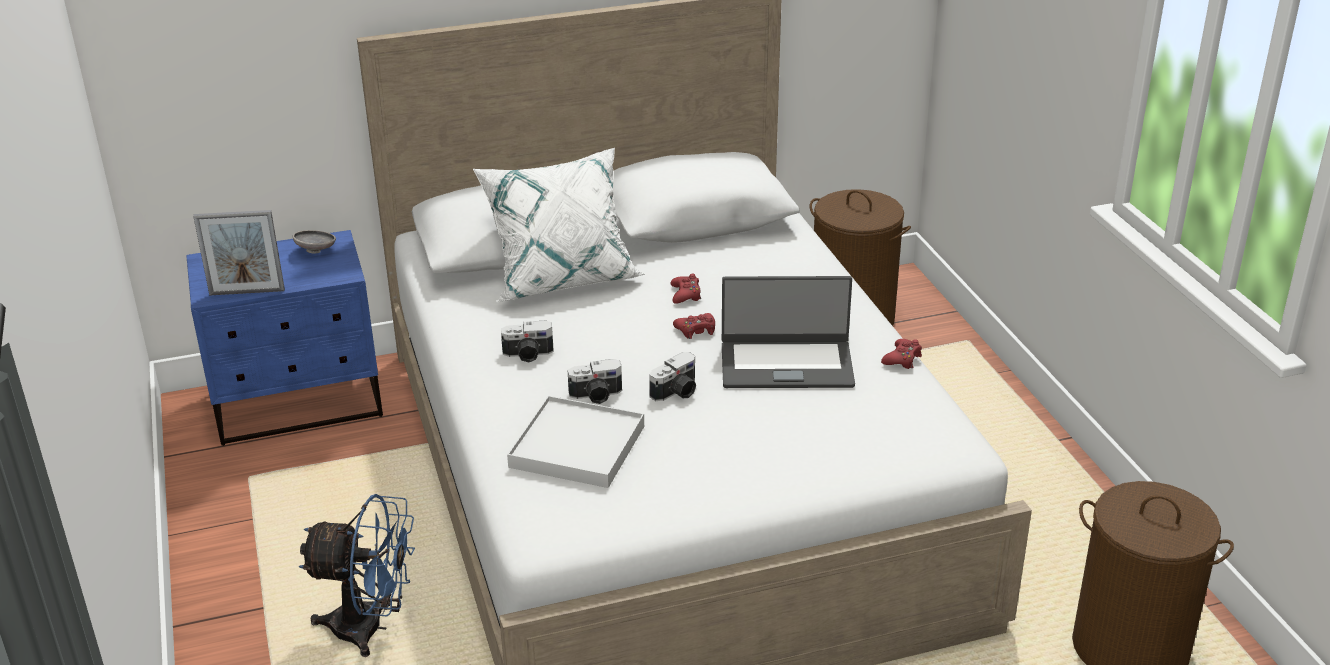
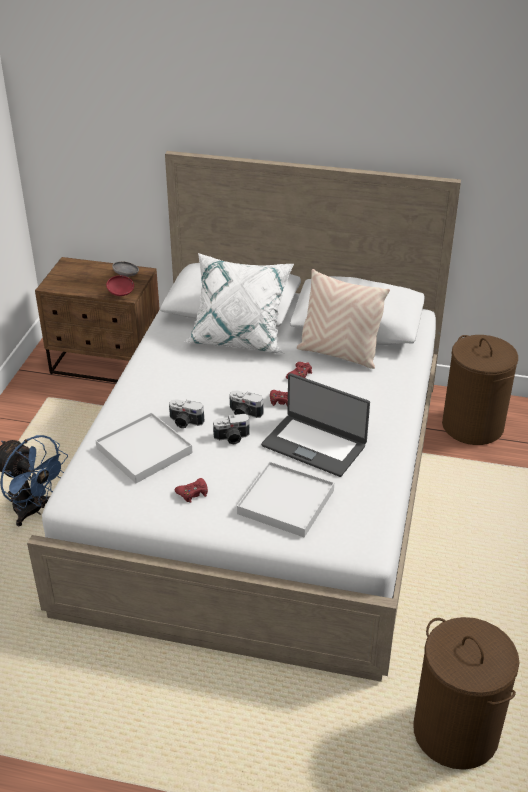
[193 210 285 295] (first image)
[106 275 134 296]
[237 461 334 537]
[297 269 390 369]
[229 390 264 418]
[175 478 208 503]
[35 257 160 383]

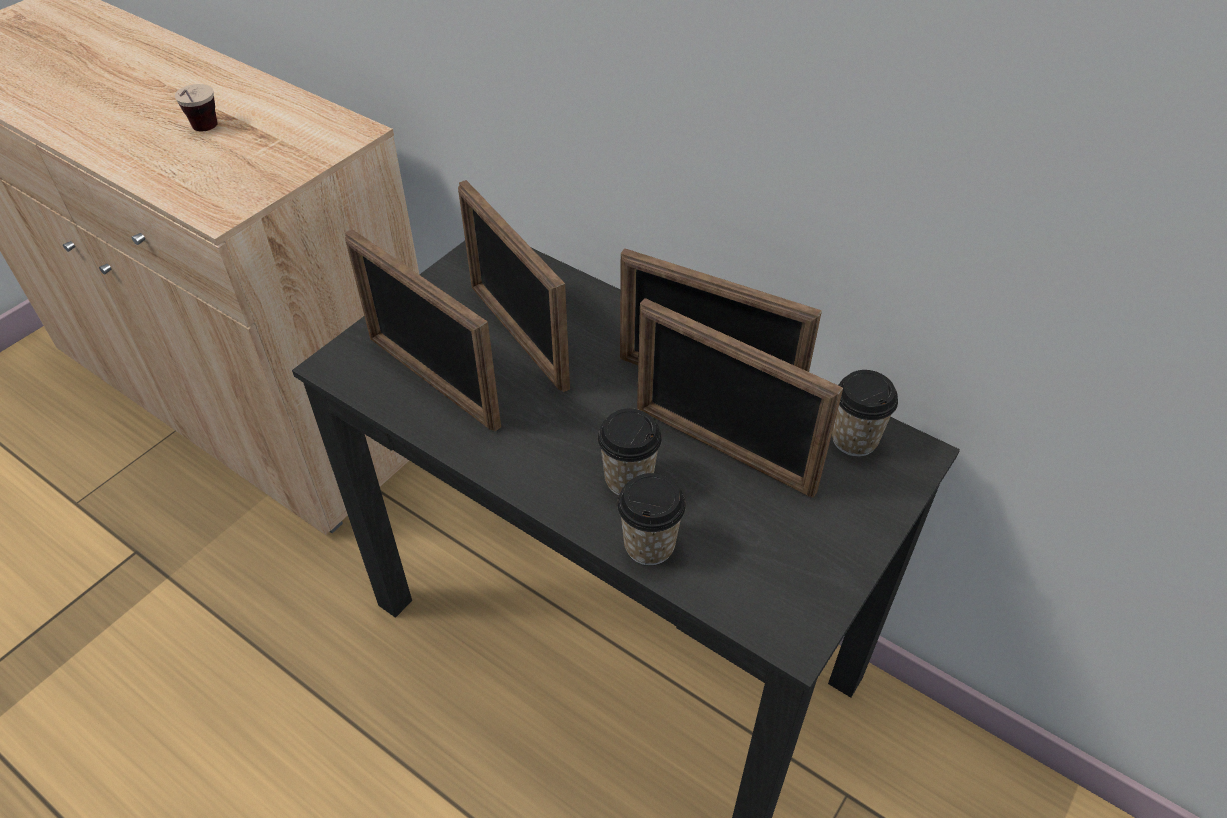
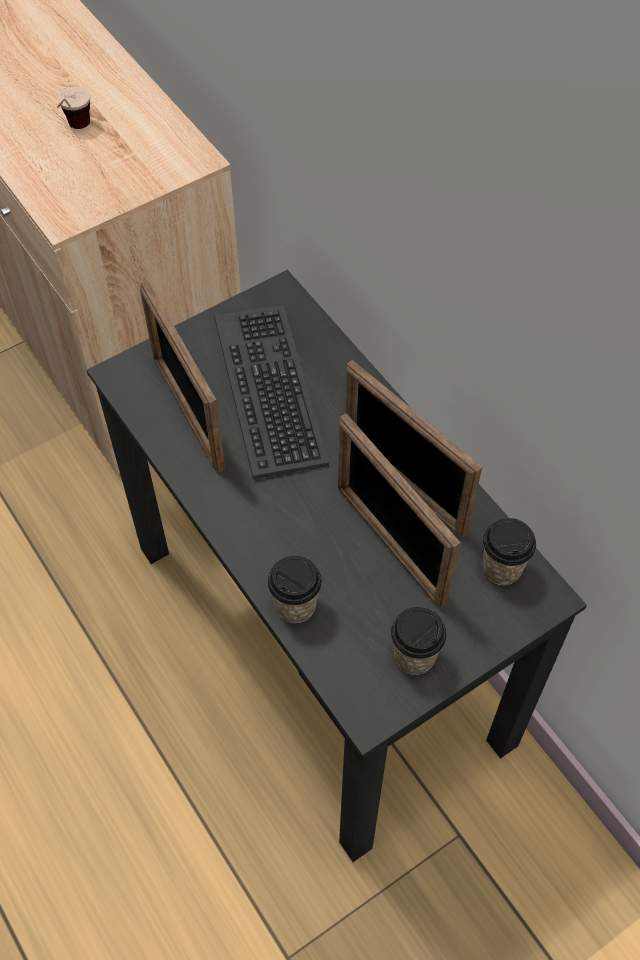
[391 607 447 675]
[214 305 329 479]

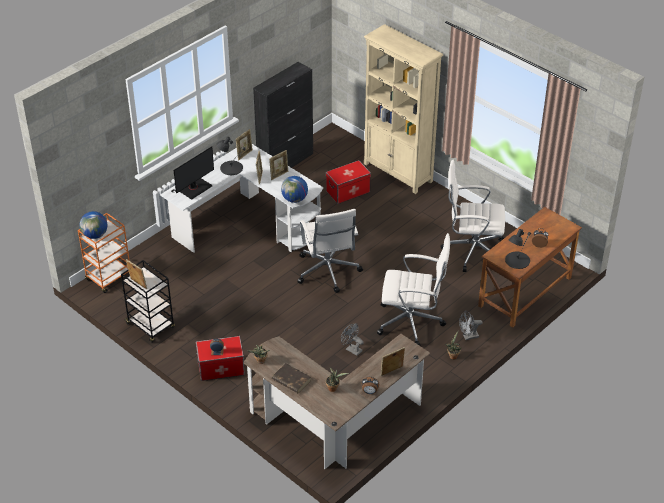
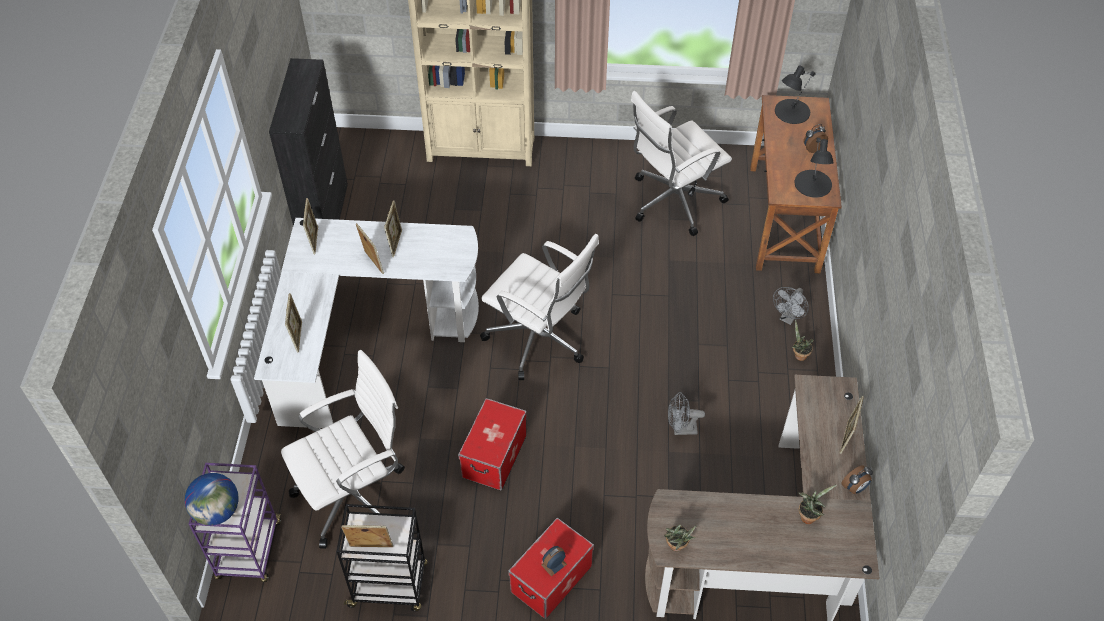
[272 363 311 393] (first image)
[281 176 308 203] (first image)
[775 65 816 124]
[458 398 527 491]
[281 350 405 549]
[285 293 302 352]
[189 463 281 582]

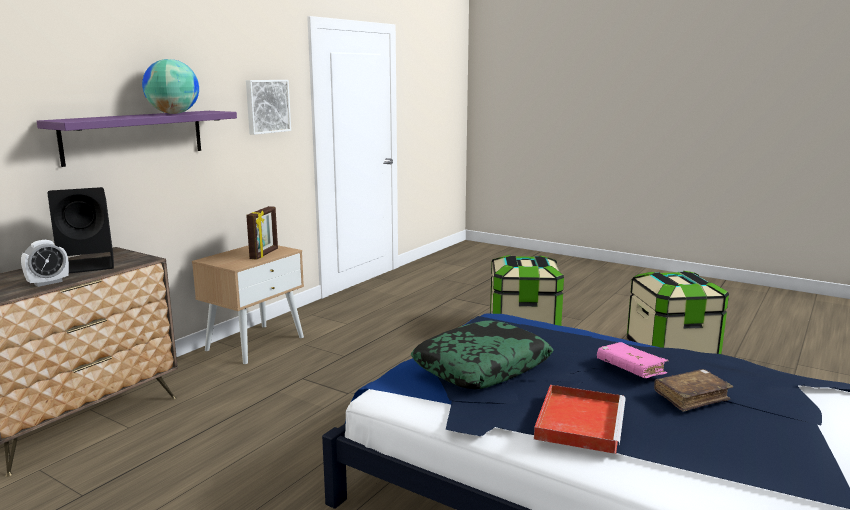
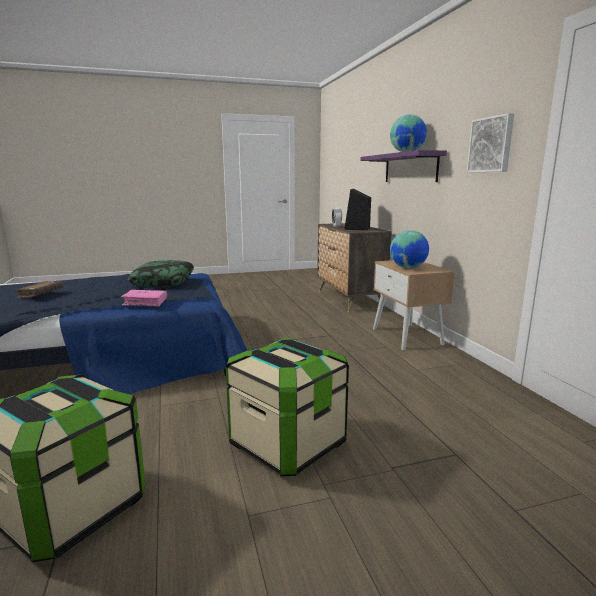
[534 385 625 454] (first image)
[121 290 167 307]
[390 230 429 269]

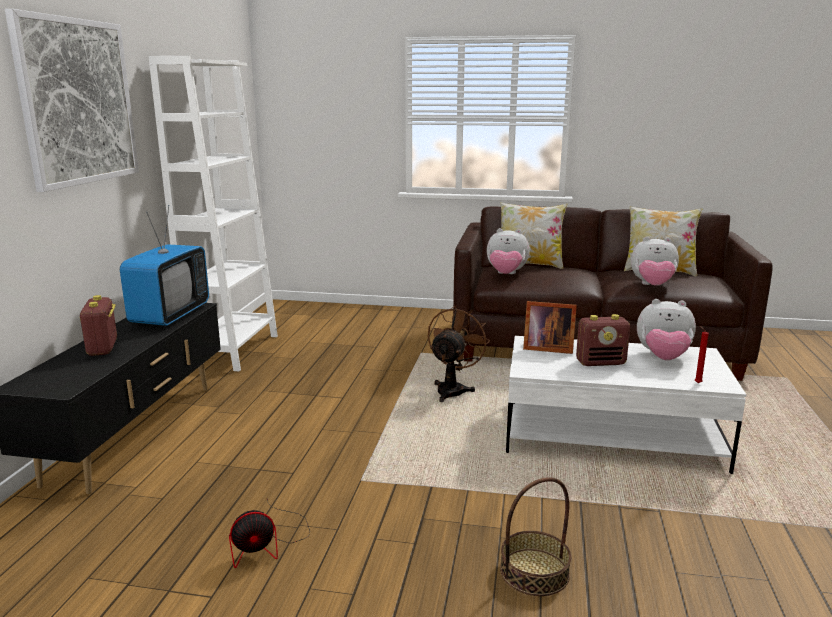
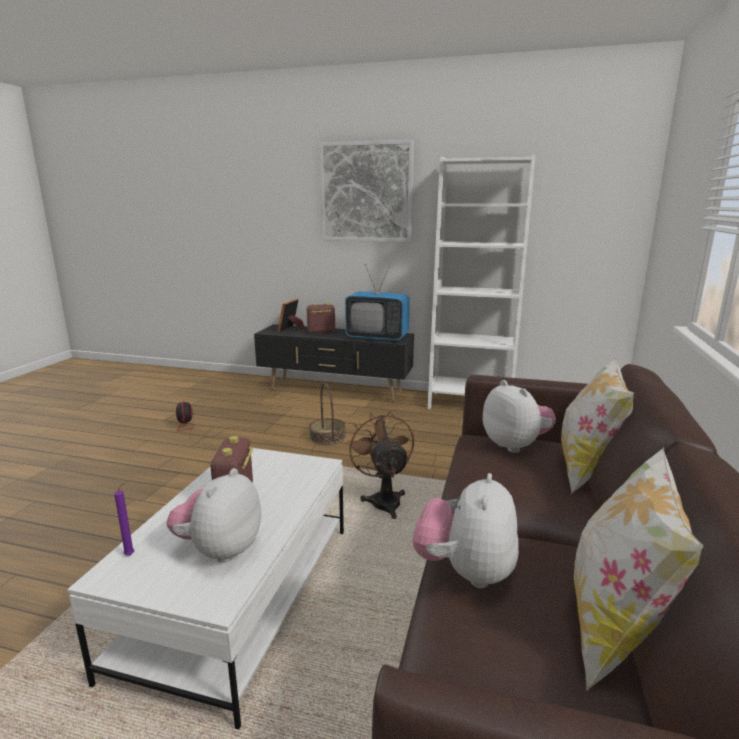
[309 383 346 445]
[278 299 305 332]
[114 482 134 556]
[347 411 414 519]
[483 380 556 453]

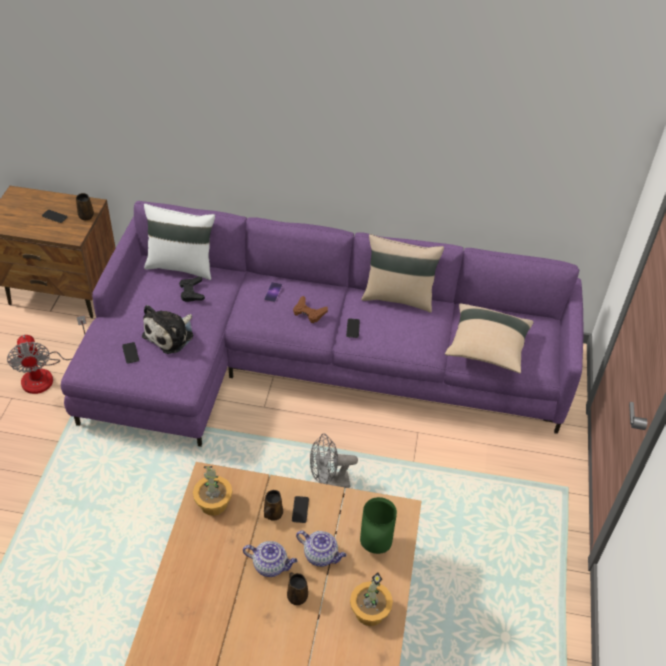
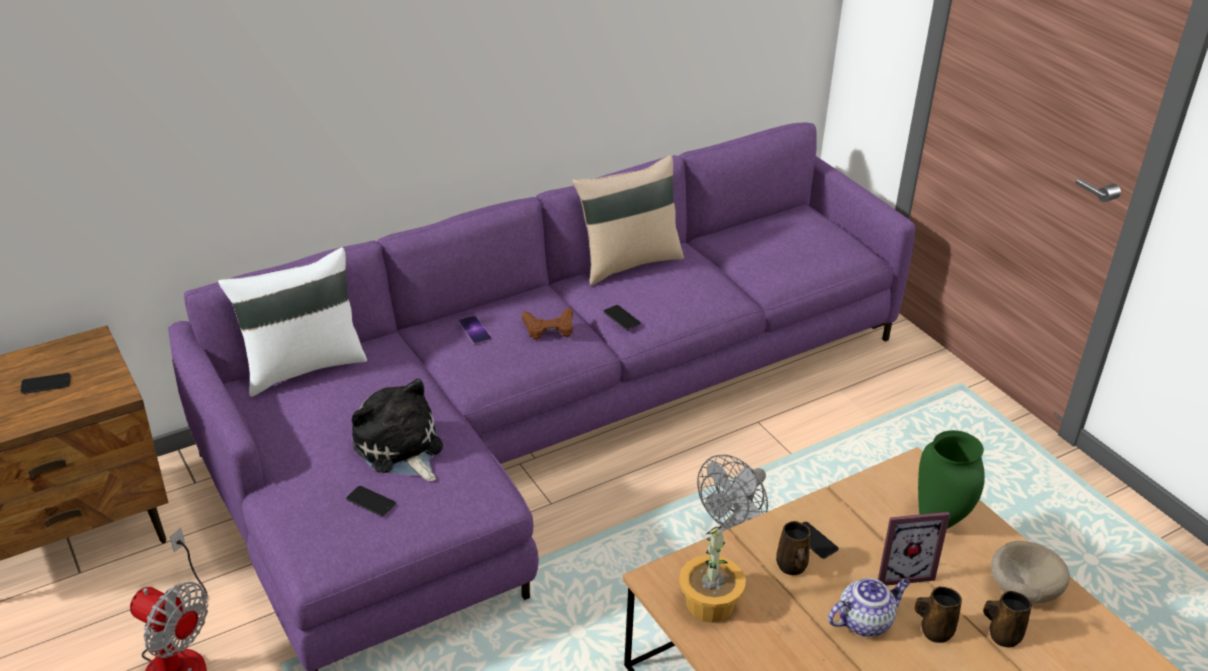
[179 277 205 302] (first image)
[445 303 534 373] (first image)
[983 591 1032 647]
[878 512 950 586]
[991 541 1070 603]
[352 379 443 481]

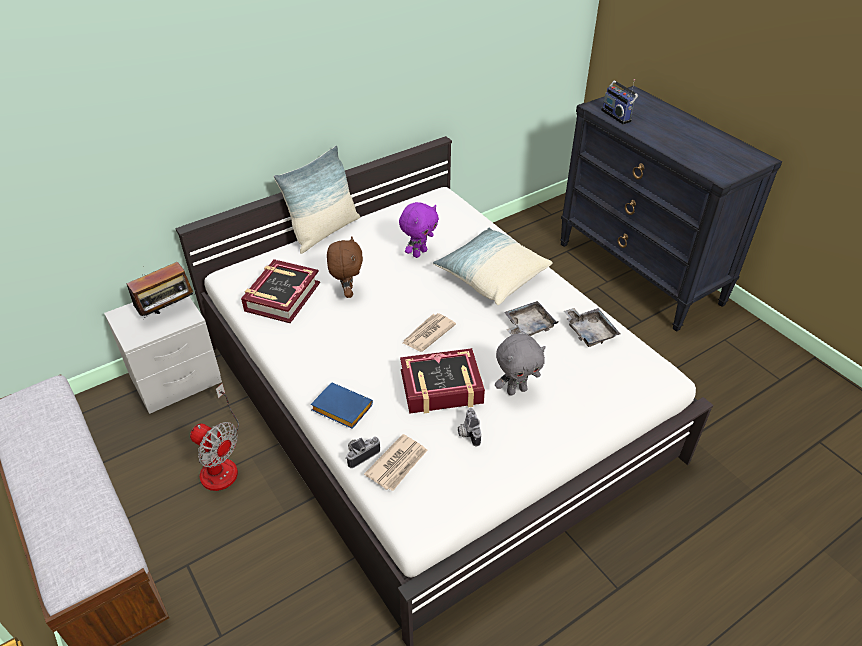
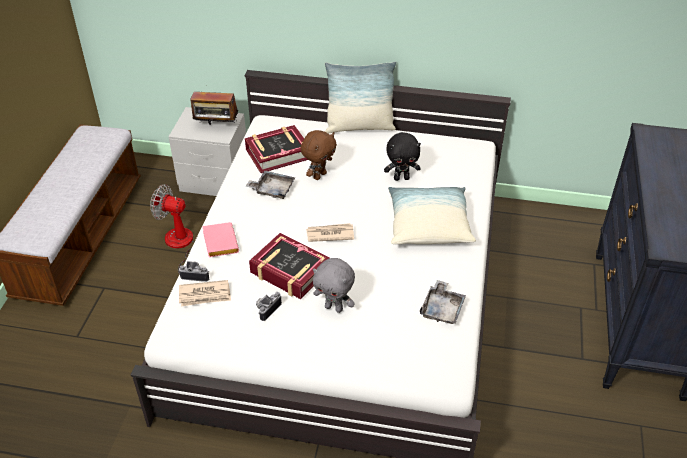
[601 79 638 124] (first image)
[246 171 295 199]
[202 222 239 257]
[384 132 421 181]
[150 184 195 274]

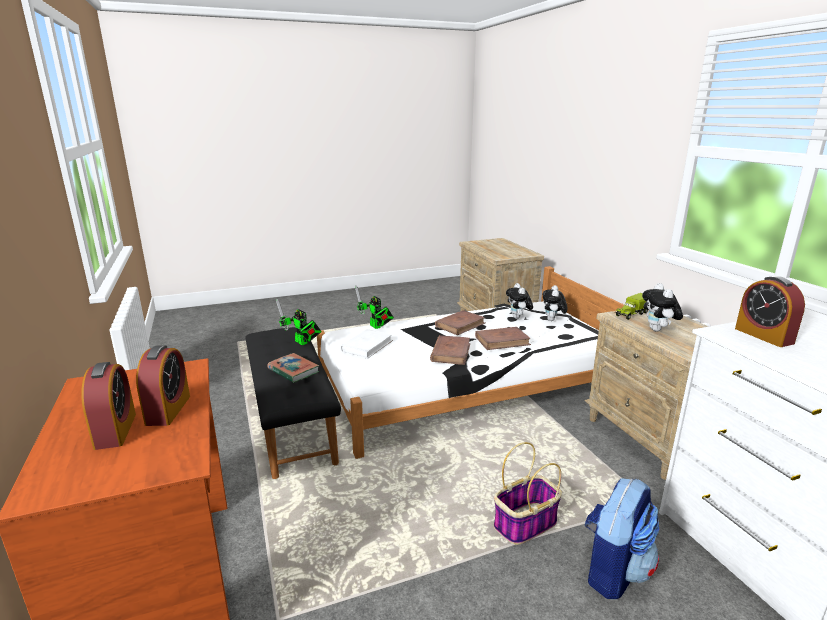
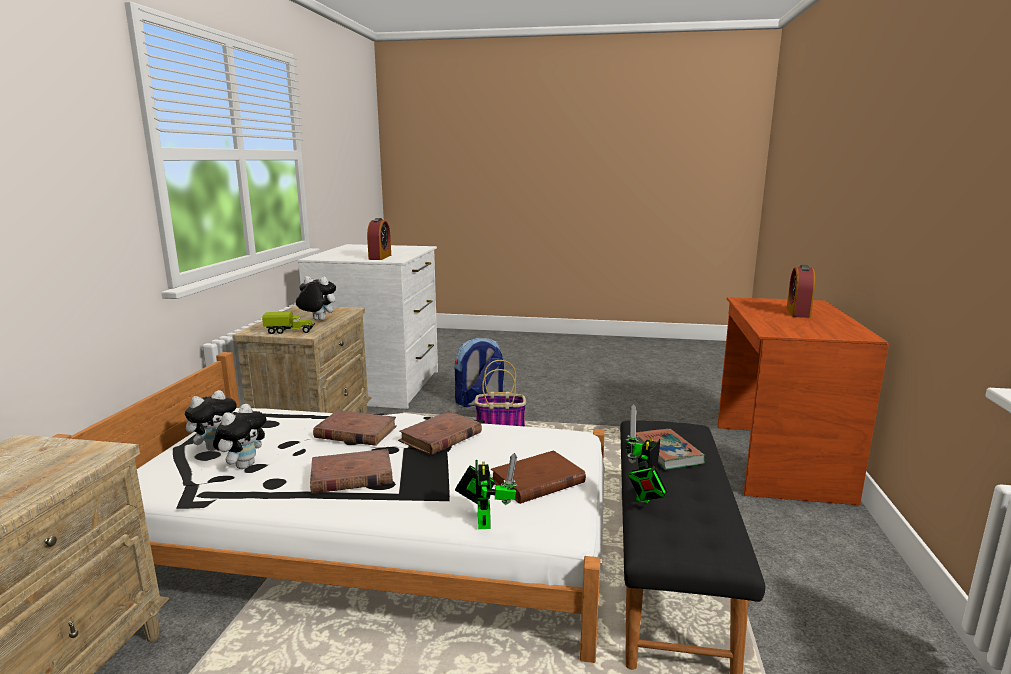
[136 345 190 426] (first image)
[491 450 586 504]
[626 404 668 503]
[296 276 336 321]

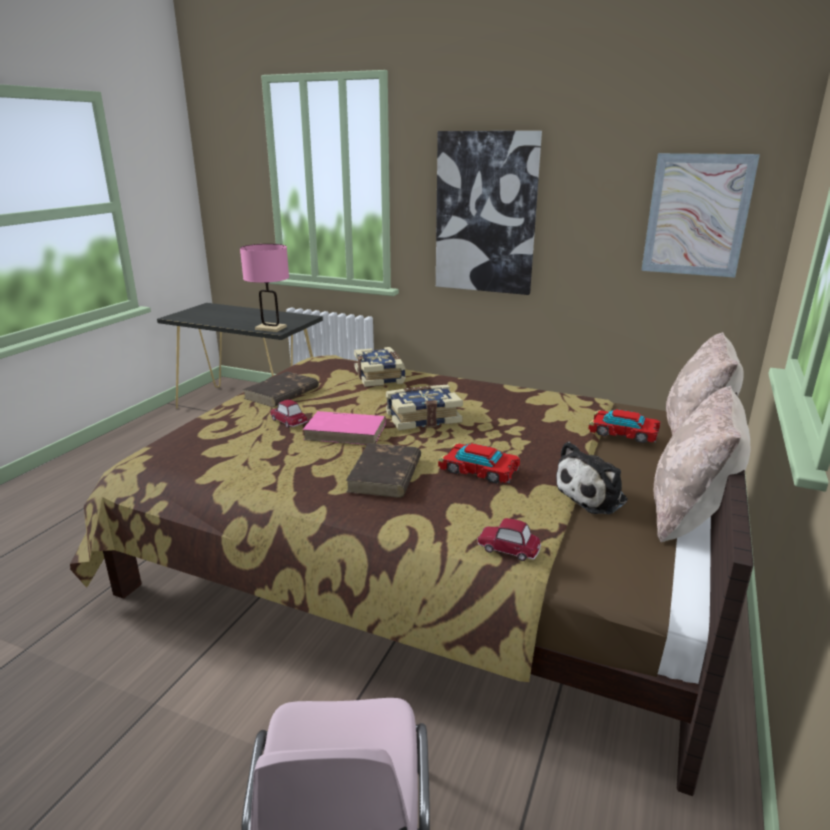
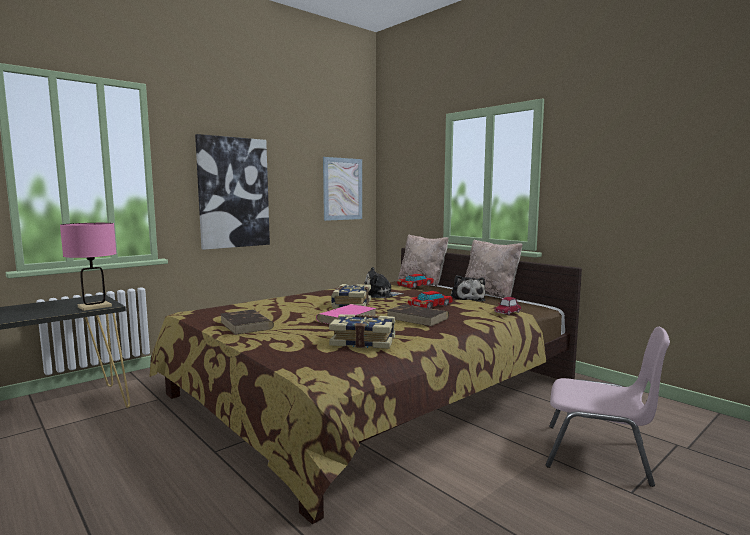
[270 400 308 428] (first image)
[364 267 404 298]
[329 314 395 349]

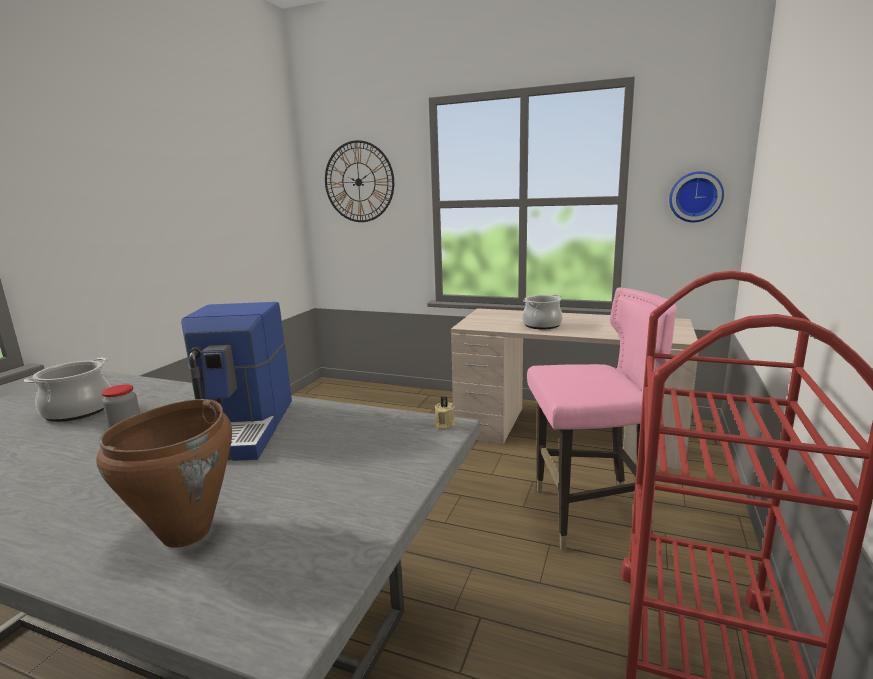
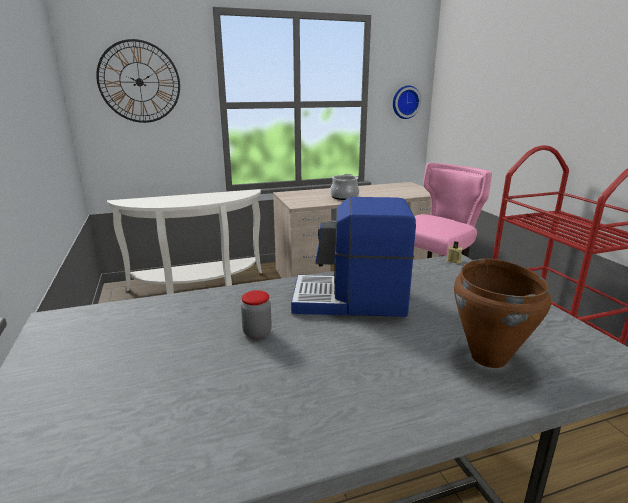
[24 358 111 422] (first image)
[107 189 262 294]
[291 197 416 317]

